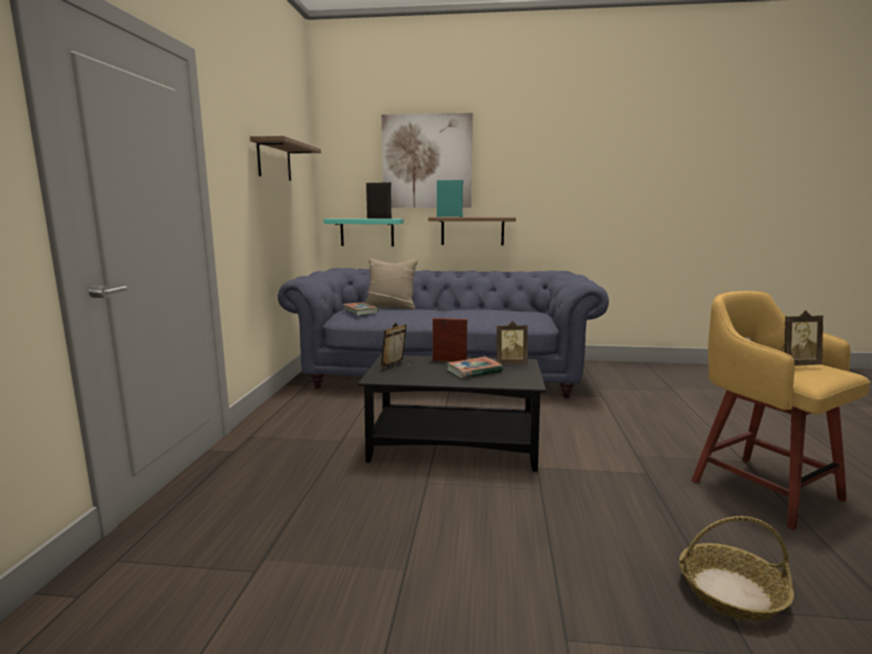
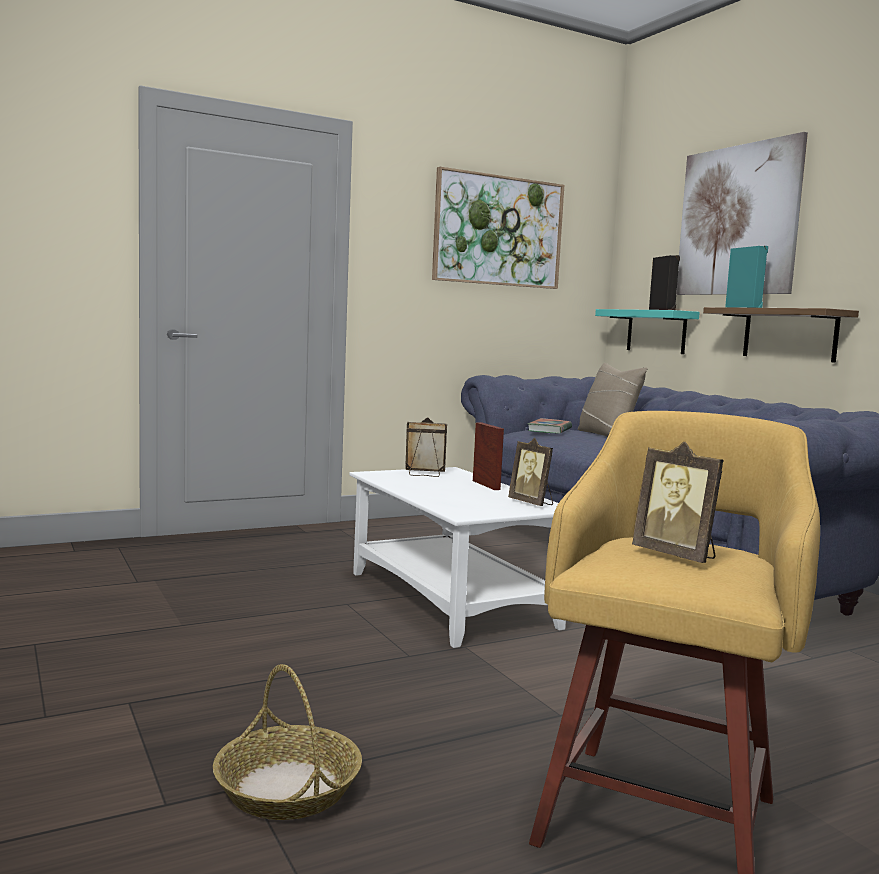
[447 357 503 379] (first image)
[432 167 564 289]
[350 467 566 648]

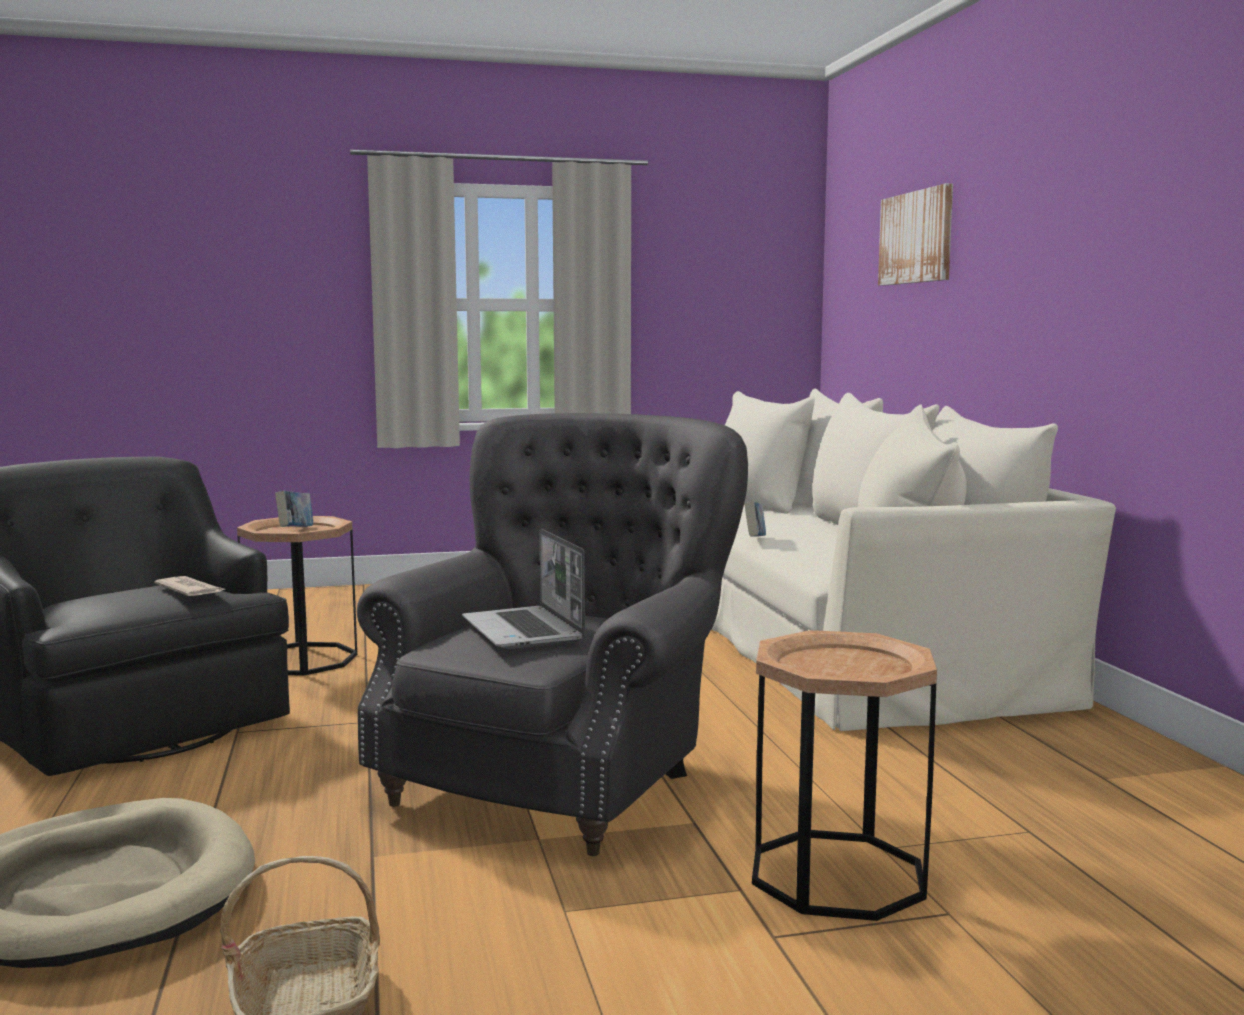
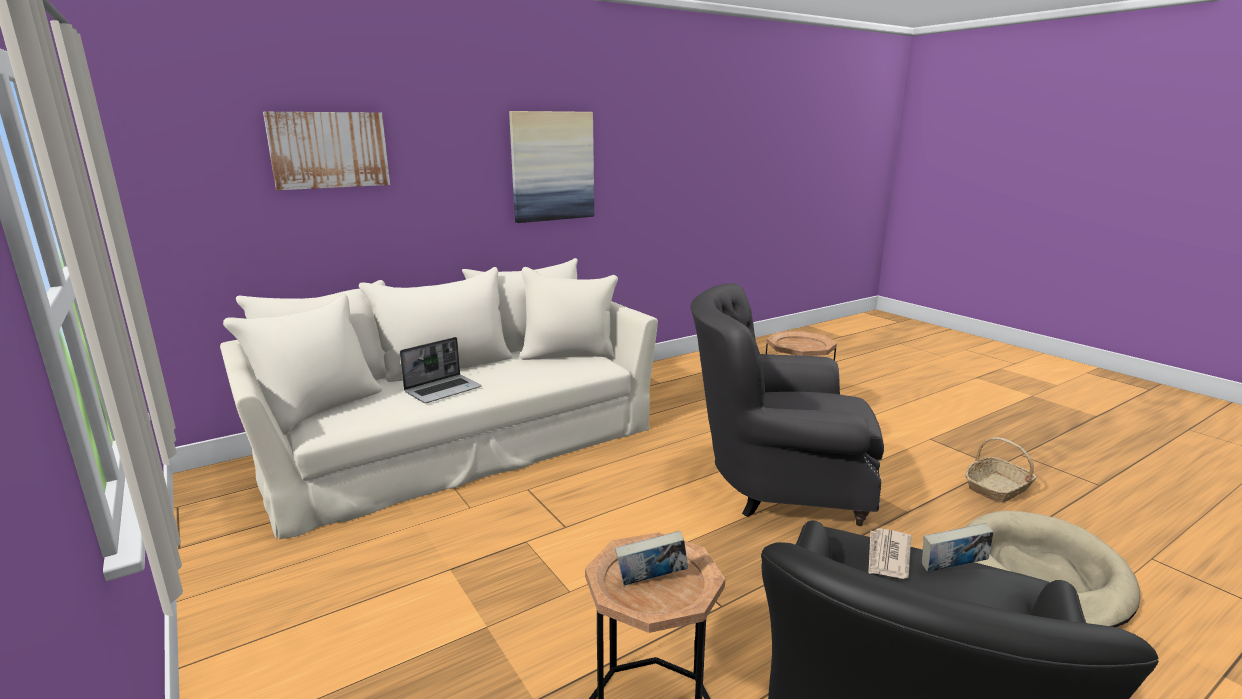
[509 111 594 223]
[400 337 482 403]
[922 523 993 572]

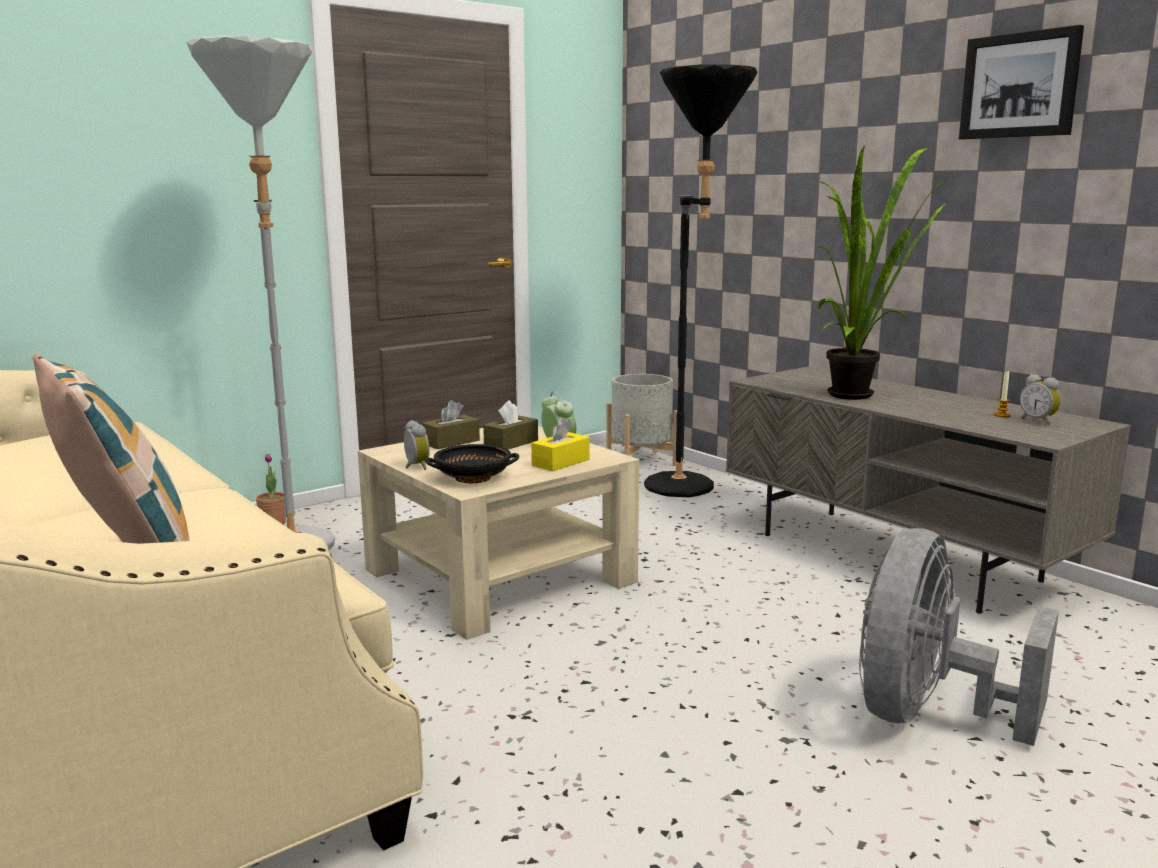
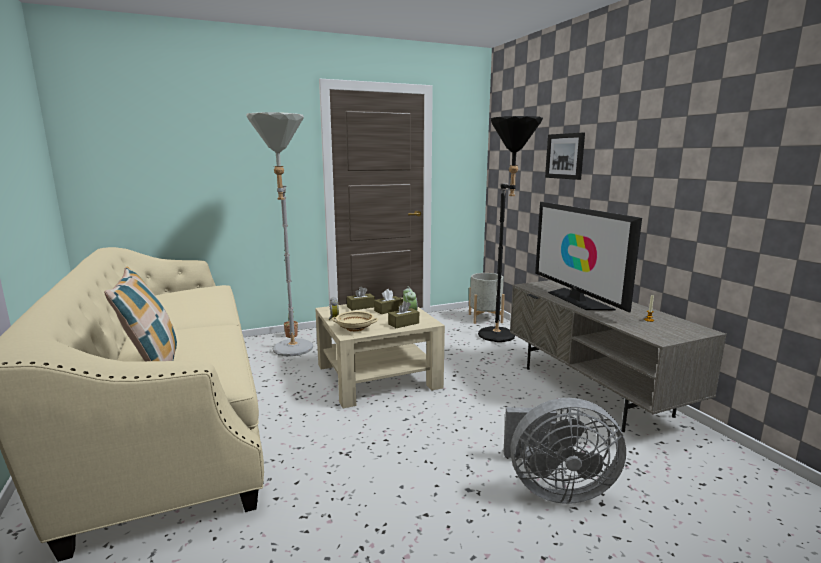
[1020 374 1061 425] (first image)
[545 133 585 180]
[535 202 642 312]
[332 311 378 332]
[388 301 419 328]
[503 398 626 504]

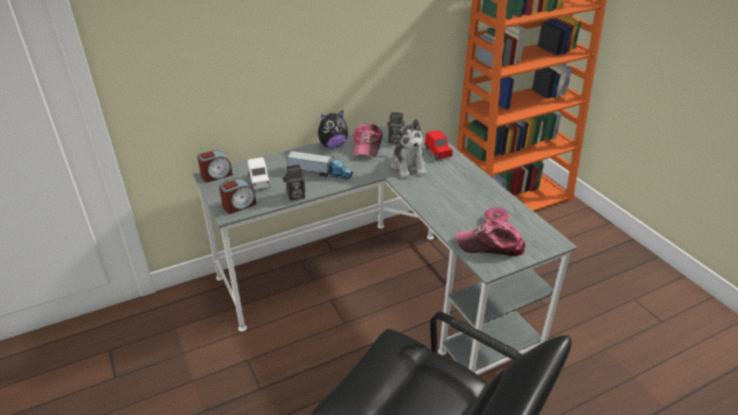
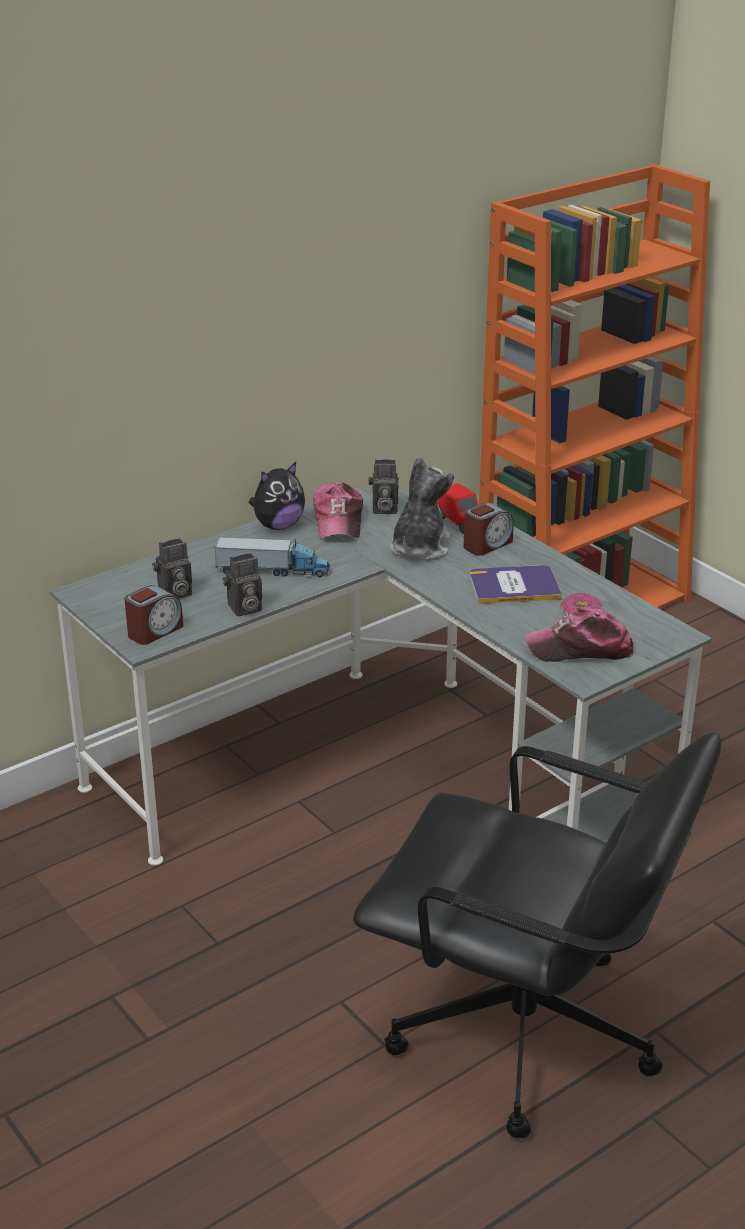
[470 565 562 604]
[464 502 514 556]
[152 538 192 599]
[389 457 454 561]

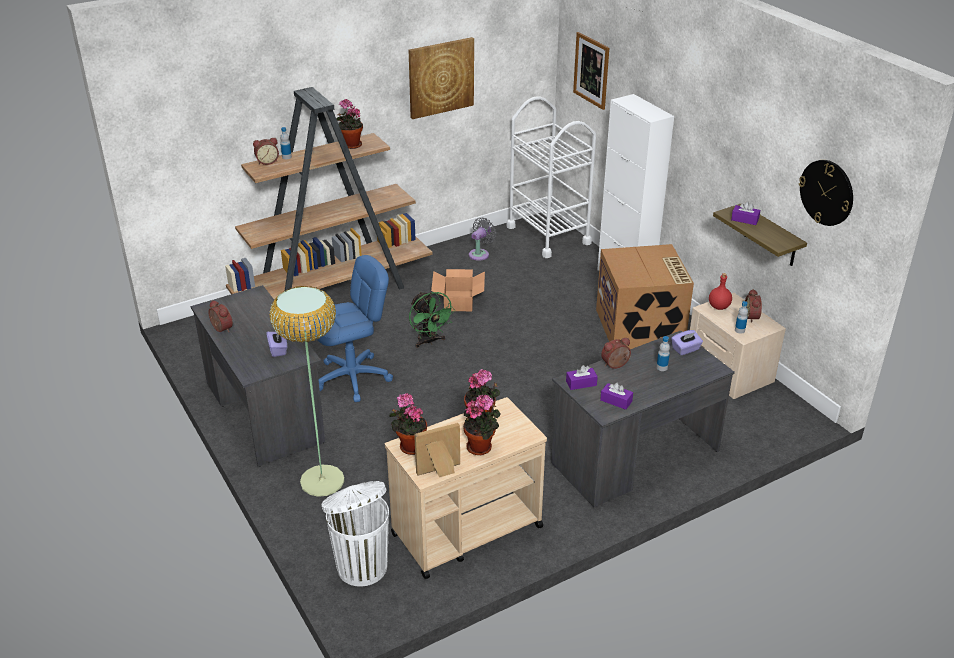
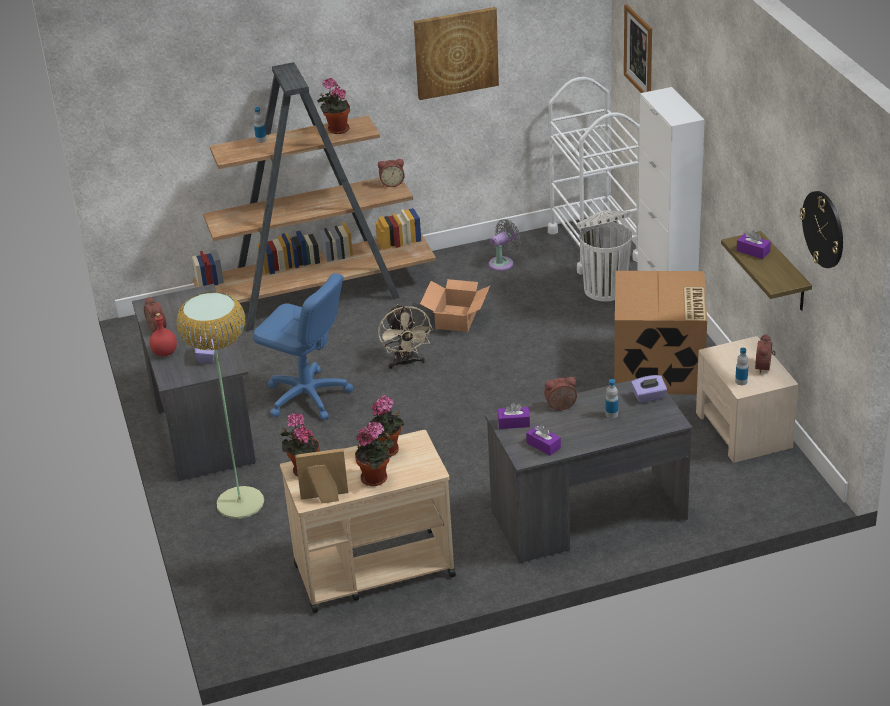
[378 159 404 187]
[577 210 632 302]
[150 313 177 356]
[378 304 433 369]
[253 273 353 420]

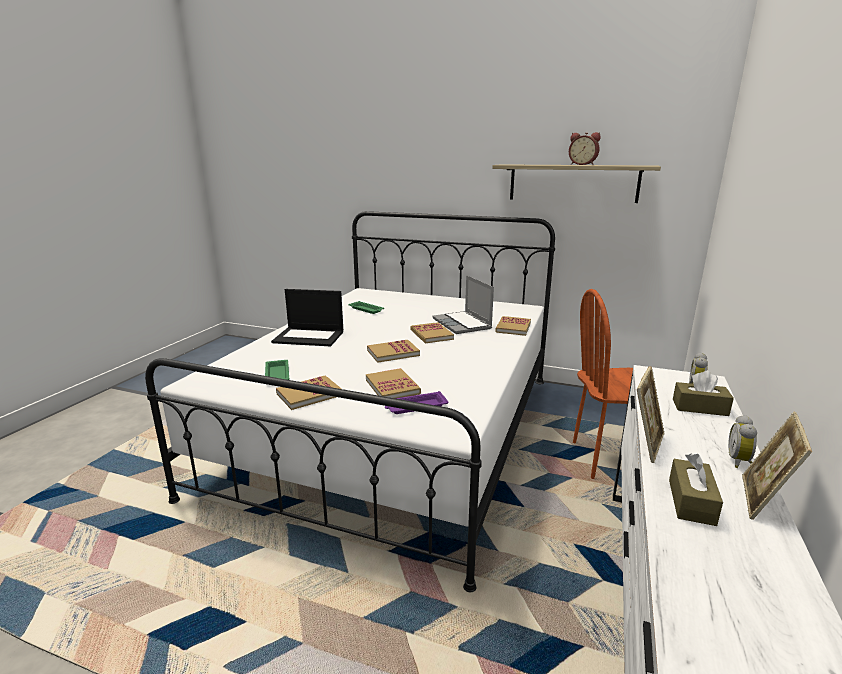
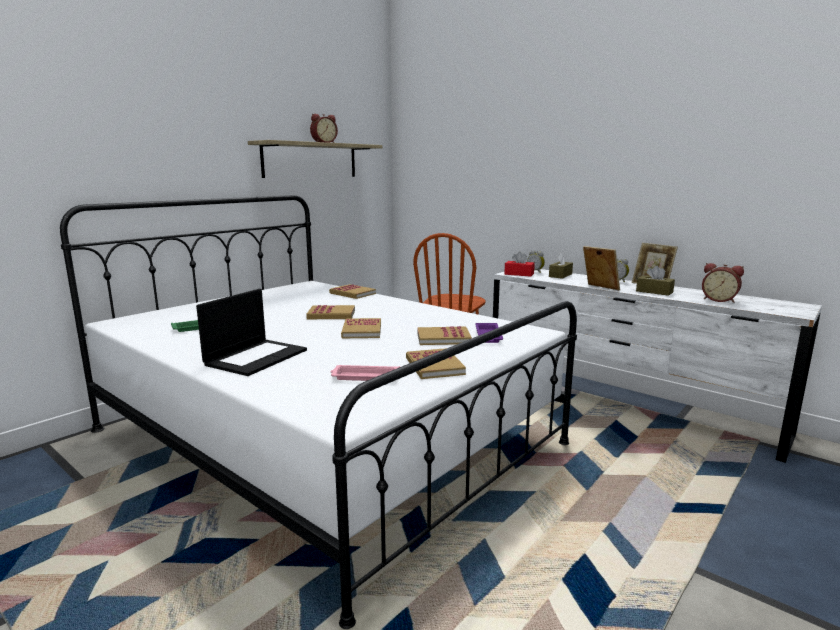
[432 275 494 334] (first image)
[504 252 535 277]
[702 263 744 303]
[330 365 400 381]

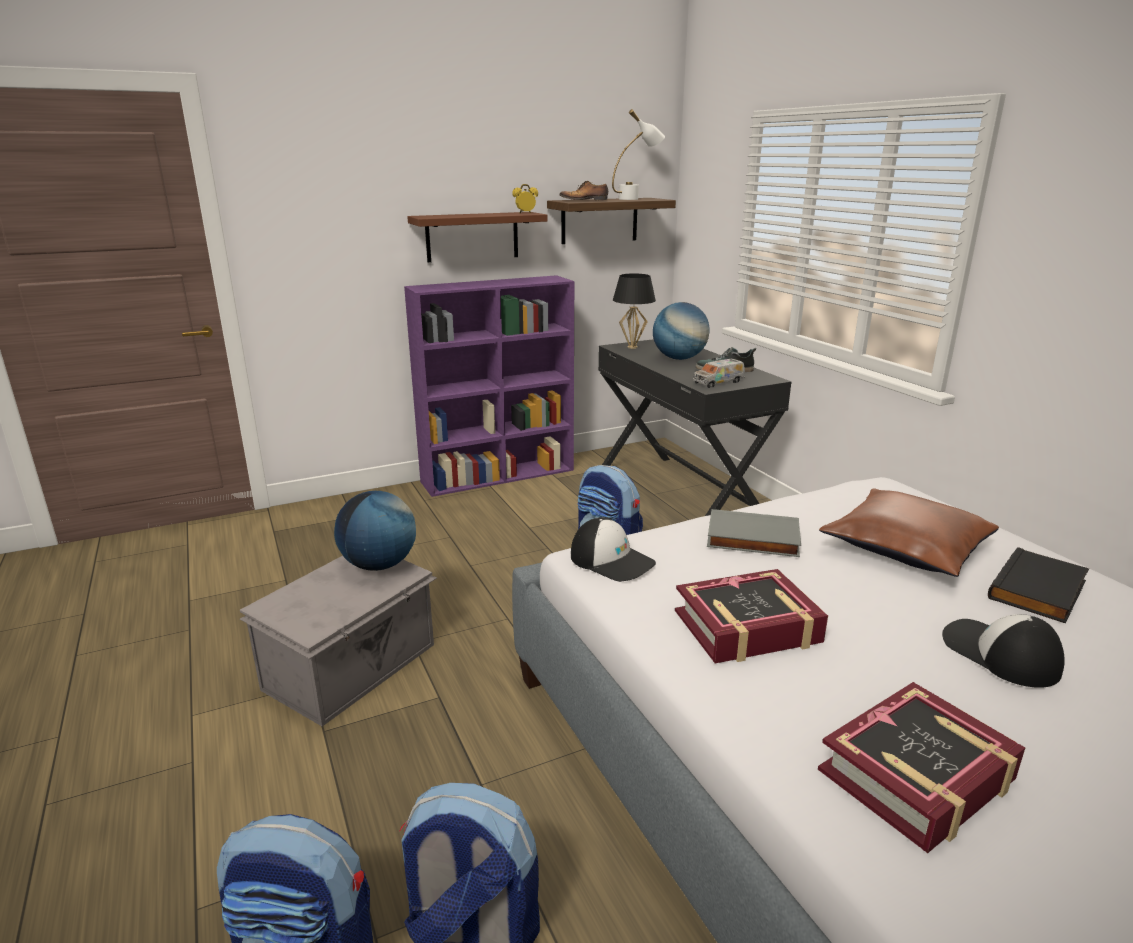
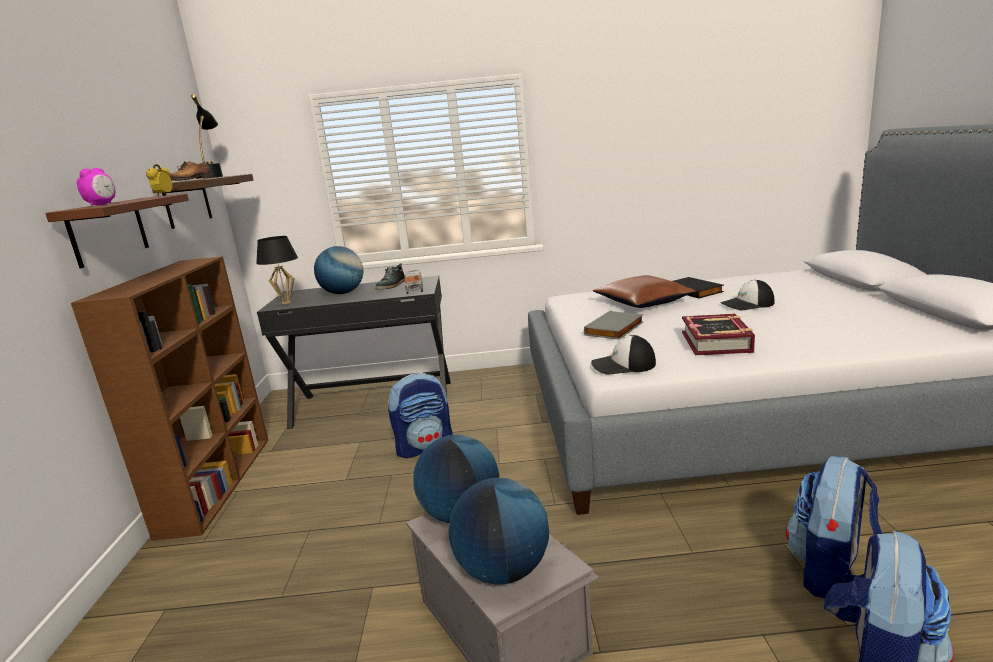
[818 682 1025 853] (first image)
[77 168 116 206]
[448 477 549 584]
[71 256 268 541]
[191 94 223 179]
[591 335 656 374]

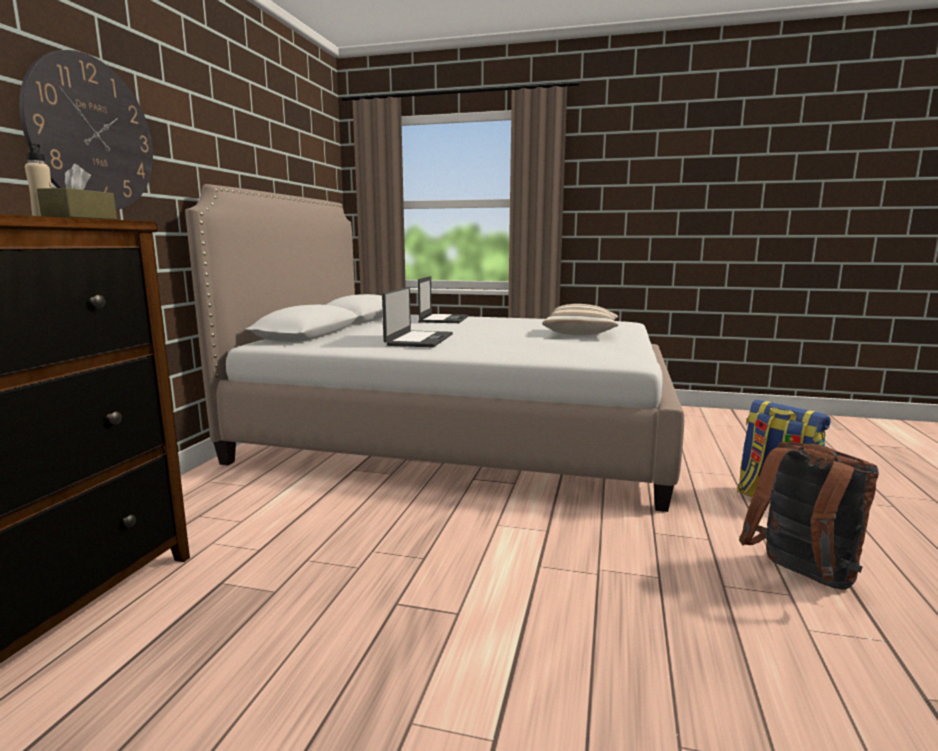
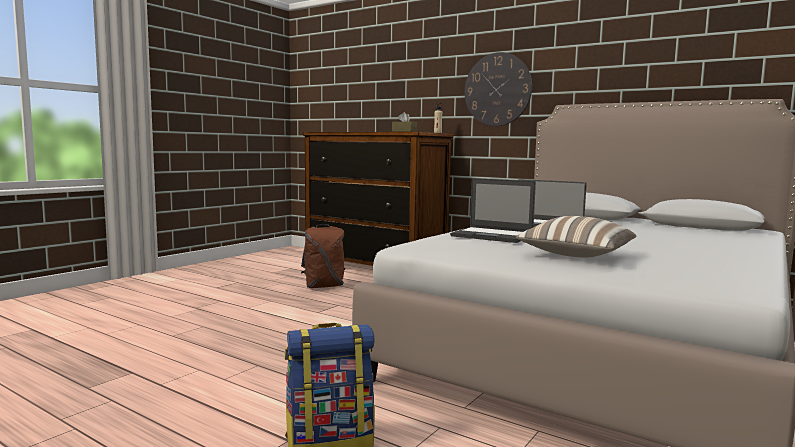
[450 178 536 243]
[301 224 345 288]

